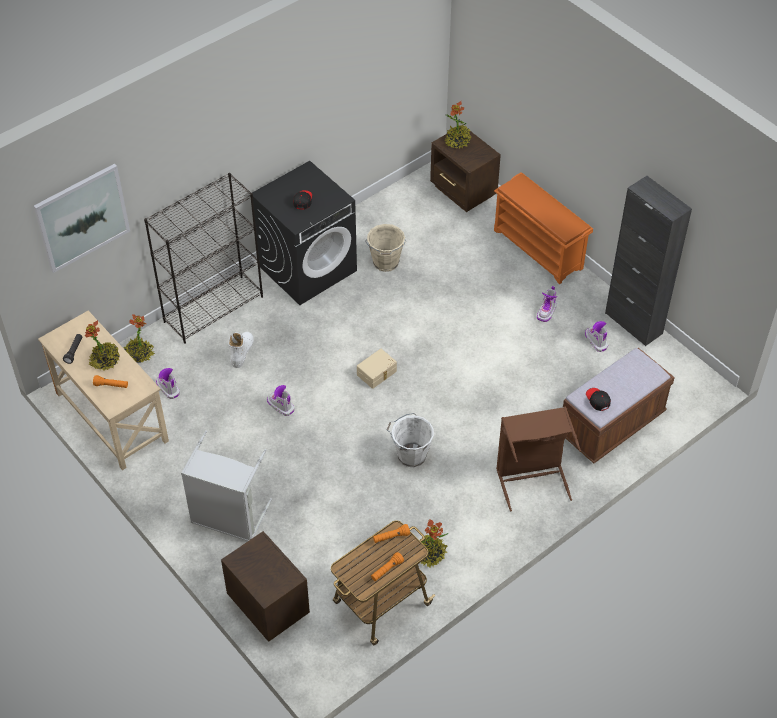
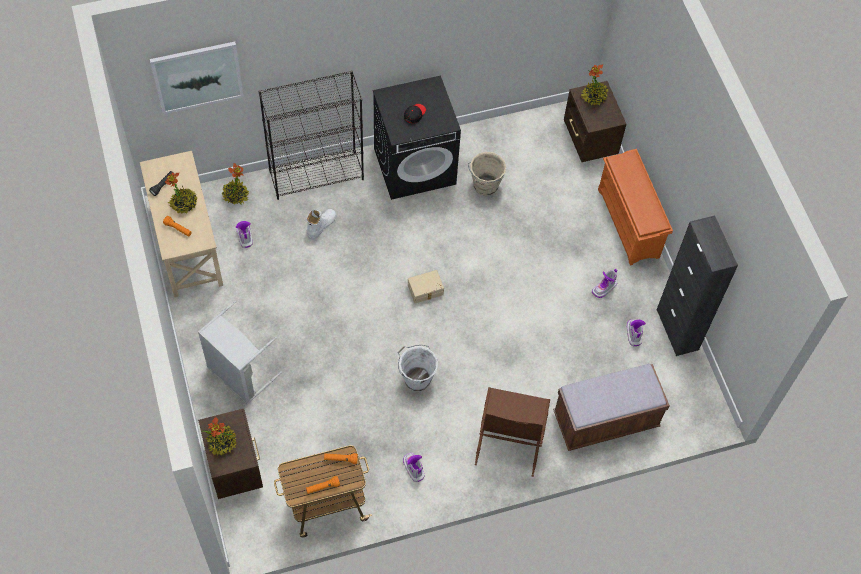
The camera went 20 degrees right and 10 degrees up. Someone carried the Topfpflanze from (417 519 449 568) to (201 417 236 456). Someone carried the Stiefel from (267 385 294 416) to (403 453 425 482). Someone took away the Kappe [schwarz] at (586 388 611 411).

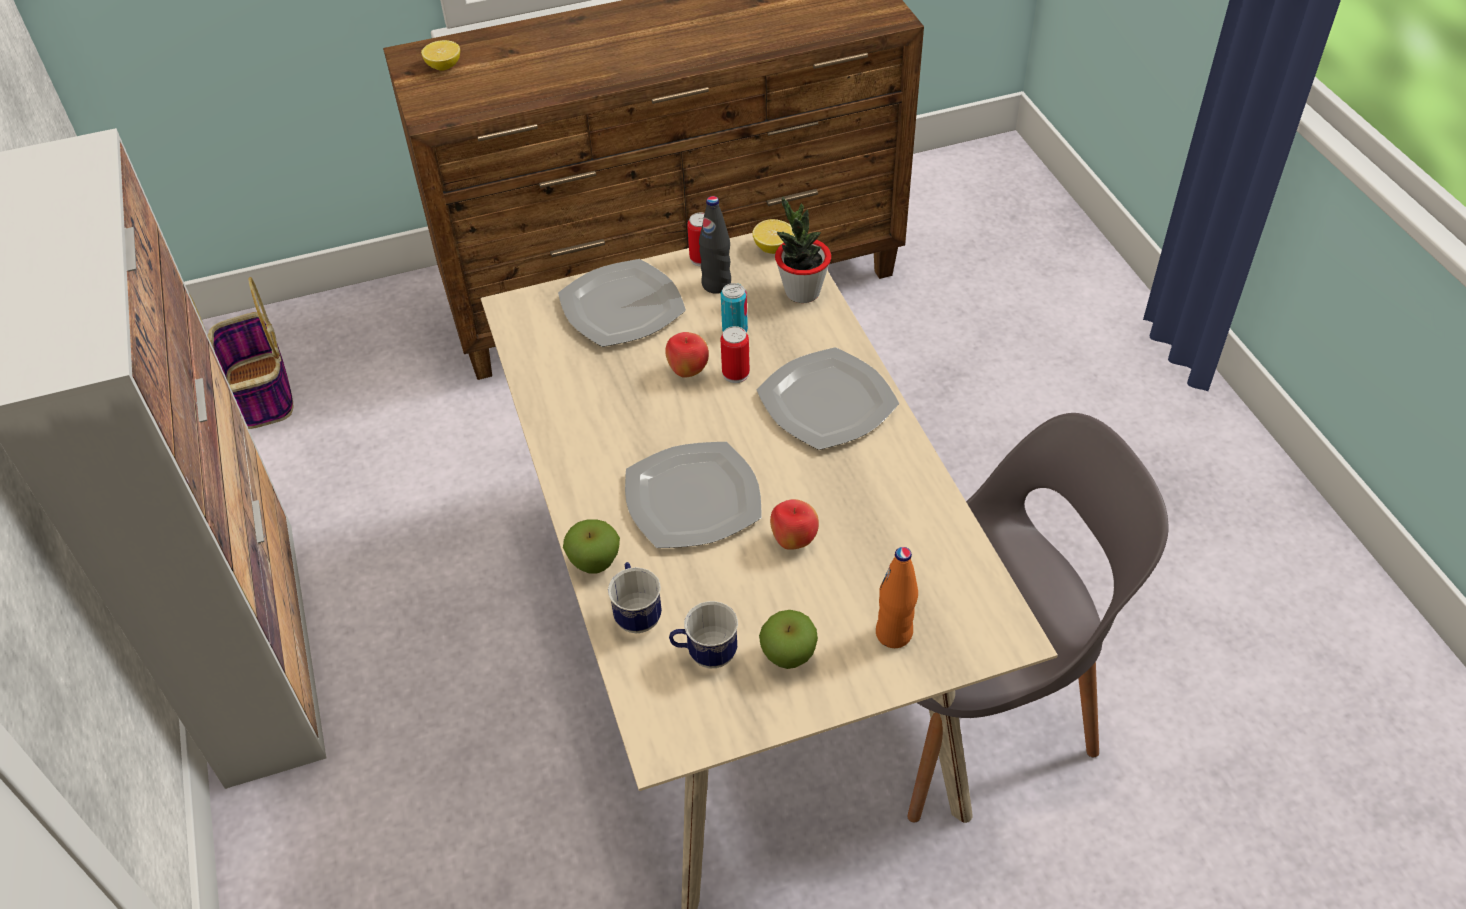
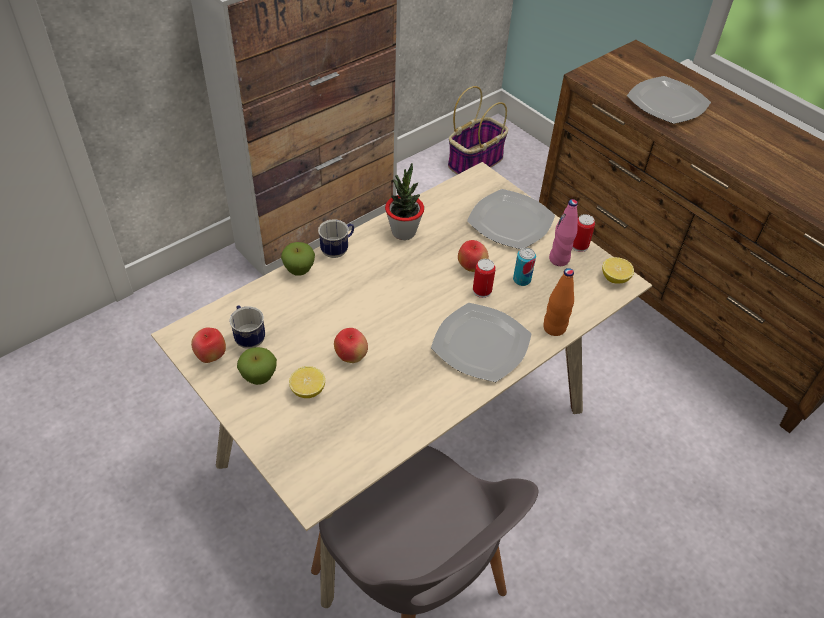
The camera went 65 degrees right and 0 degrees up. Someone put down the Apfel at (191 327 226 363). Someone carried the Zitrone from (421 40 460 71) to (289 366 325 398). Someone carried the Henkelbecher from (608 562 662 633) to (318 219 354 258). Someone carried the Topfpflanze from (775 197 831 303) to (385 163 424 240). Someone carried the Flasche [orange] from (876 547 918 648) to (543 268 574 336). Someone repainted the Flasche [schwarz] at (699 196 731 294), which became the Flasche [rosa] at (549 199 578 266). Someone carried the Teller from (625 442 762 548) to (627 76 711 124).

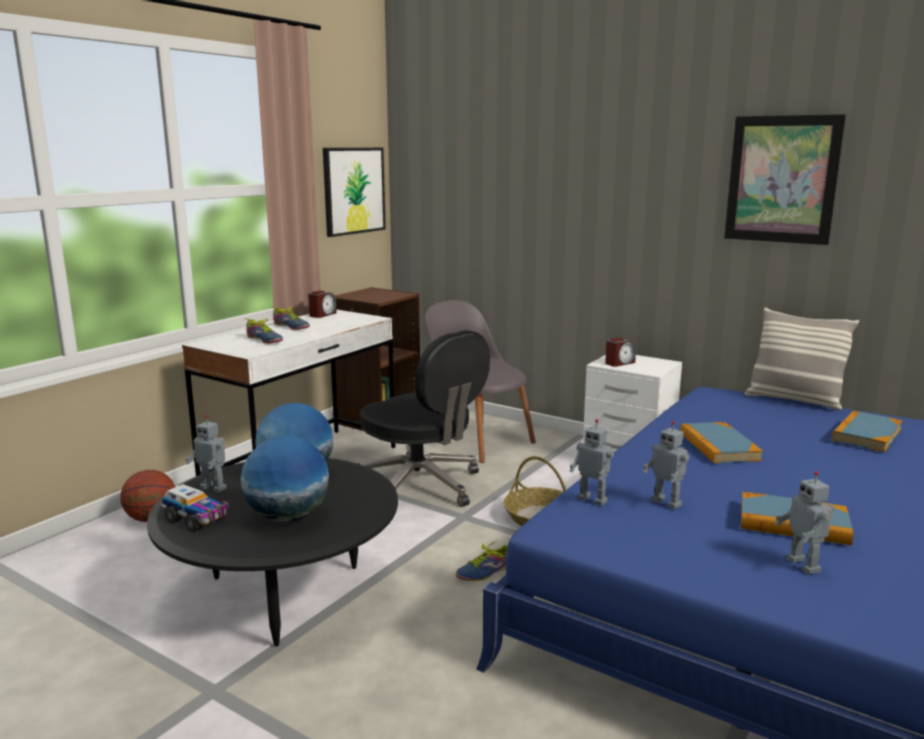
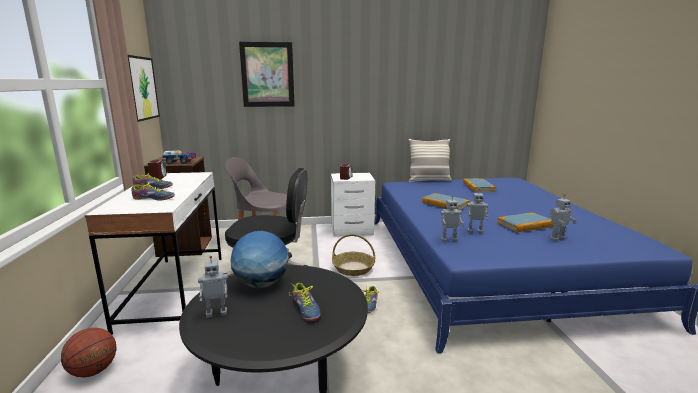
The camera went 40 degrees left and 0 degrees up. Someone carried the Spielzeuglaster from (161 484 229 532) to (162 150 196 164). Someone carried the Bild from (724 114 846 245) to (239 42 295 107). Someone swapped the Globus at (241 435 329 522) for the Schuh at (289 283 320 321). Someone rotated the Spielzeugroboter at (775 471 834 575) by 60 degrees counterclockwise.

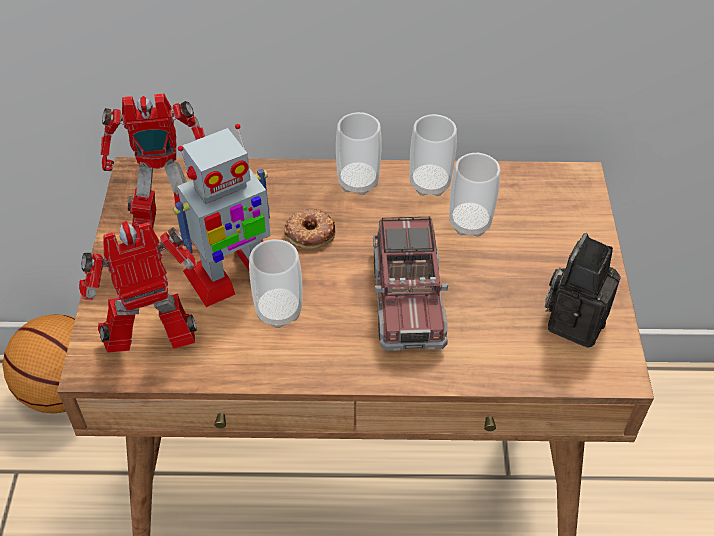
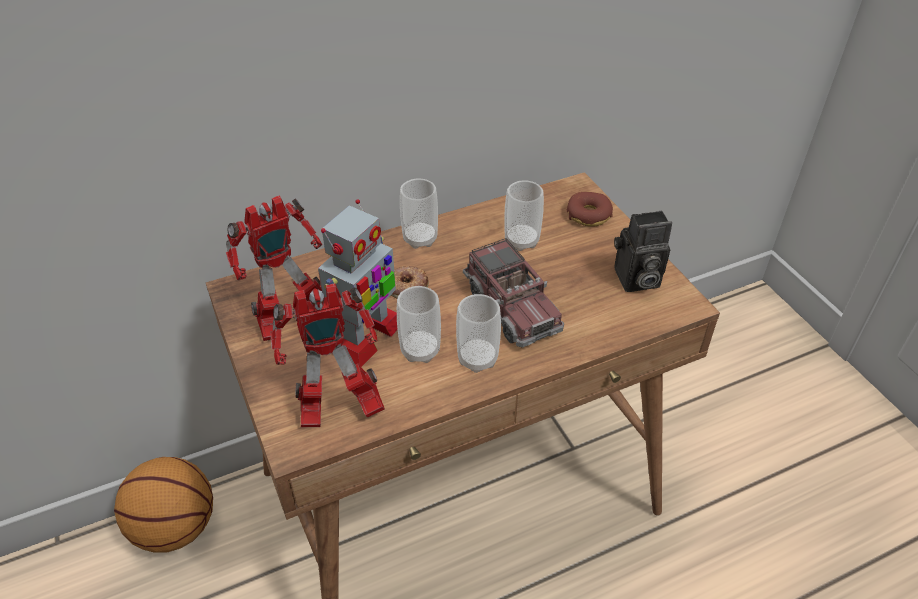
The camera went 25 degrees left and 5 degrees down. Someone rotated the Spielzeugroboter at (79 221 197 353) by 150 degrees counterclockwise. Someone carried the Tasse from (410 114 457 196) to (456 294 501 373). Someone put down the Donut at (566 192 613 227). Someone rotated the Kamera at (545 233 621 348) by 105 degrees counterclockwise.

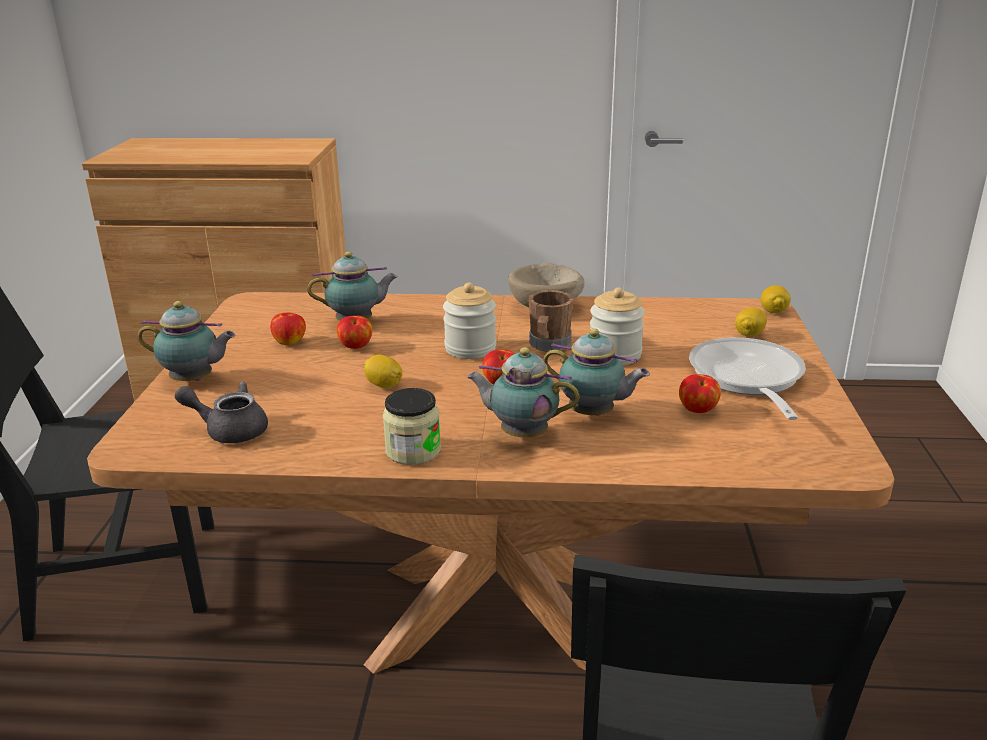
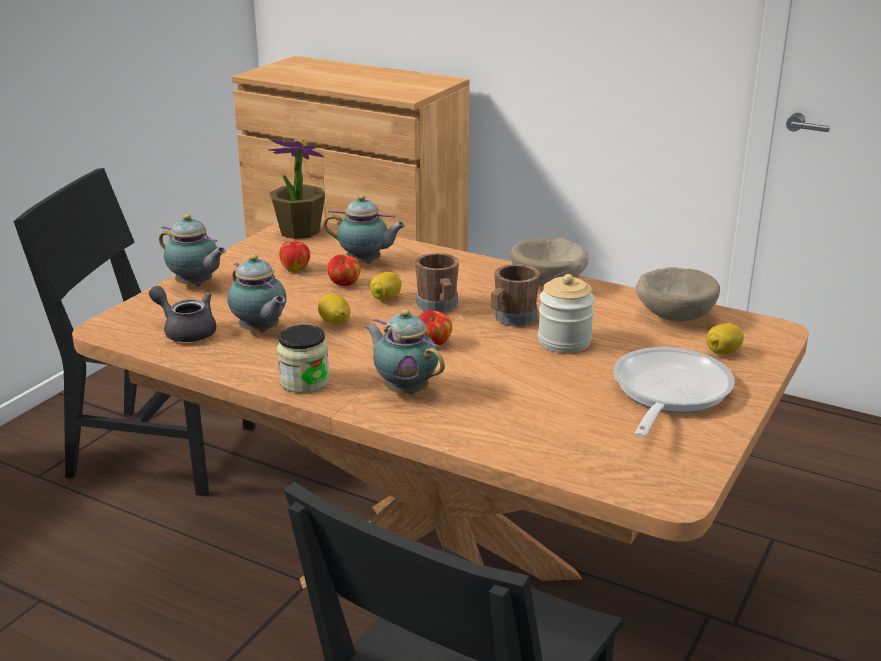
The camera went 25 degrees right and 0 degrees up. Someone carried the Teekanne from (543 329 650 416) to (227 255 286 333). Someone put down the Topfpflanze at (268 139 325 239). Someone carried the Zitrone from (761 285 791 314) to (370 272 402 301). Someone swapped the Vorratsglas at (443 283 496 359) for the Henkelbecher [braun] at (415 253 459 313). Someone put down the Schüssel [beige] at (636 267 720 322). Someone took away the Apfel at (679 374 721 413).

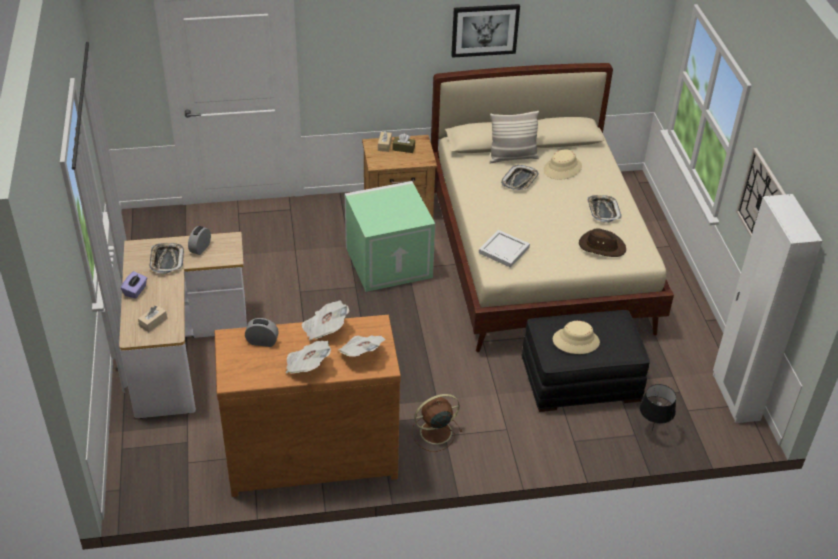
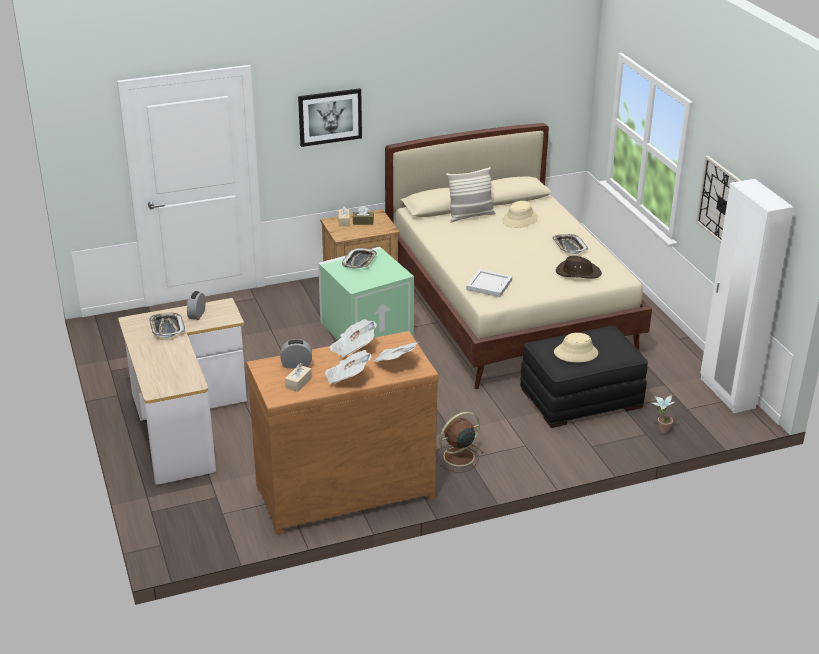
The camera went 10 degrees left and 10 degrees down. Someone carried the Taschentuchbox [beige] from (138 305 167 332) to (285 363 312 392). Someone carried the Bild from (451 4 520 58) to (298 88 362 147). Someone carried the Tablett from (501 165 539 190) to (342 248 377 269). Someone swapped the Tischlampe [schwarz] at (639 384 676 431) for the Topfpflanze at (652 395 675 433). Someone took away the Taschentuchbox [lila] at (121 271 147 299).

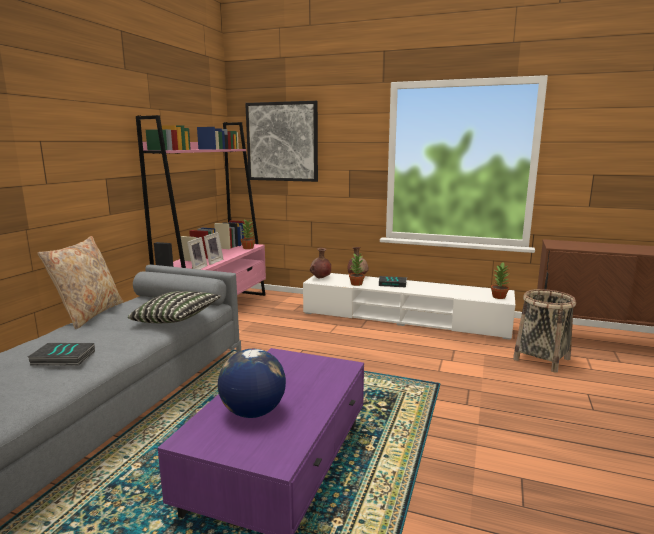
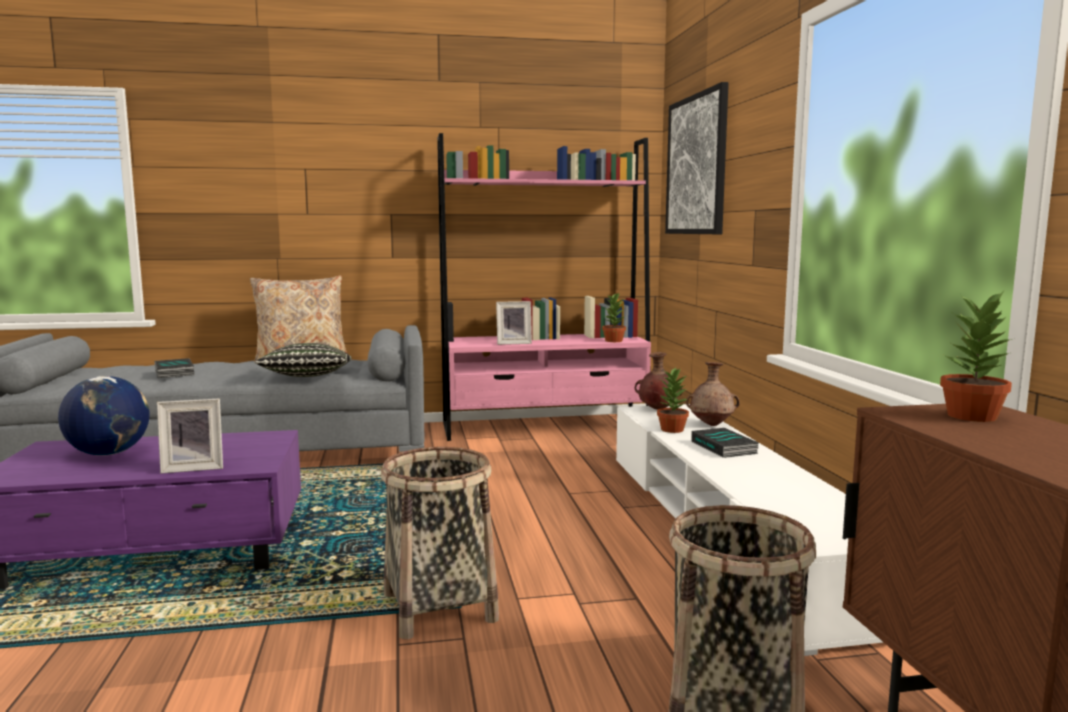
The camera went 60 degrees right and 5 degrees down. Someone carried the Bilderrahmen from (187 237 208 270) to (157 398 223 474). Someone put down the Korb at (381 447 499 639). Someone carried the Topfpflanze from (491 263 509 299) to (940 291 1012 422).

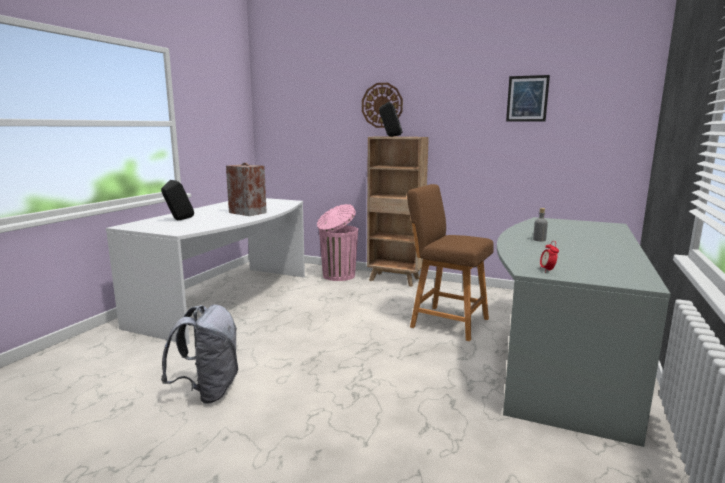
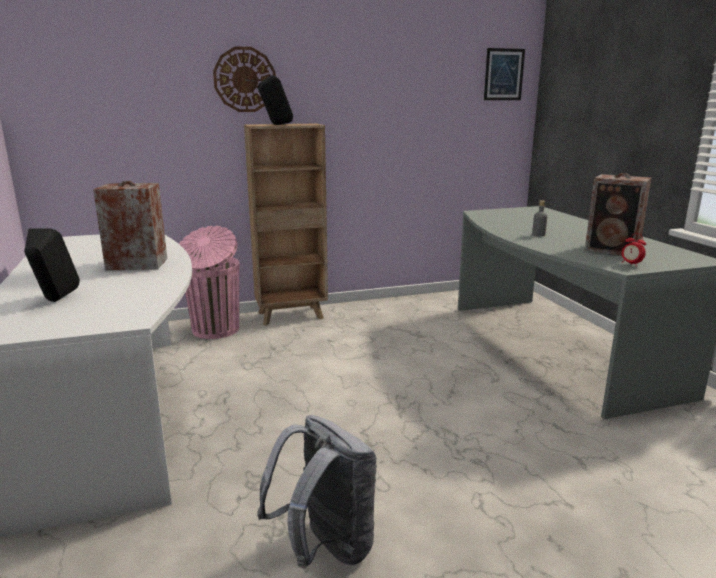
The camera went 40 degrees left and 5 degrees up. Someone carried the Bild from (506 75 550 122) to (484 48 525 100). Someone put down the Lautsprecher at (585 173 651 255). Someone took away the Hocker [braun] at (407 184 494 341).

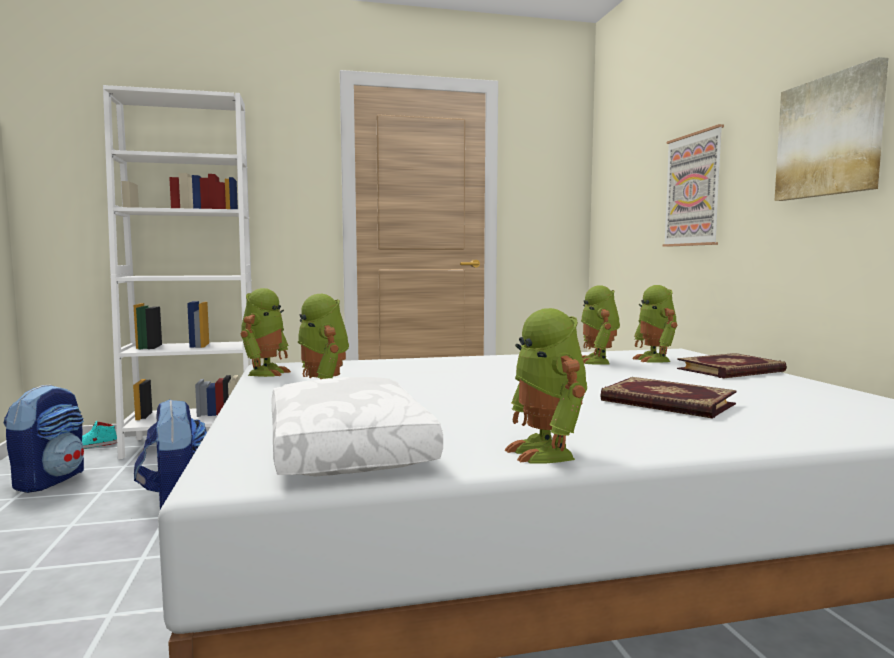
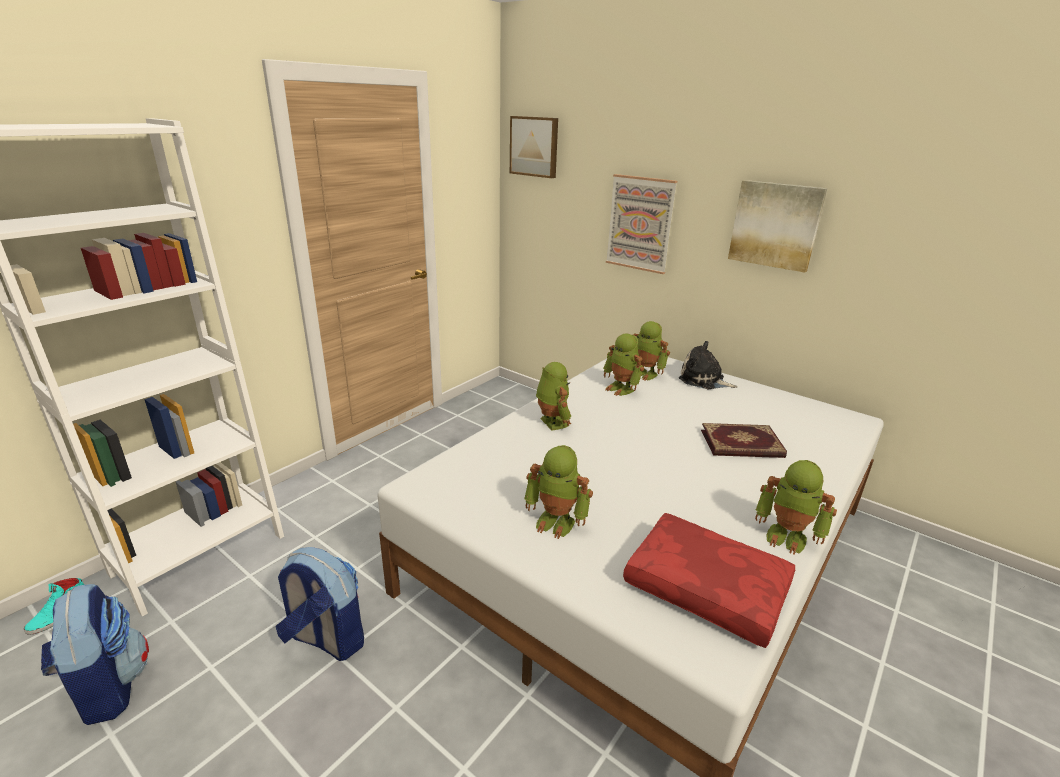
The camera went 40 degrees left and 20 degrees up. Someone put up the Bild at (510 116 558 178). Someone carried the Spielzeugroboter from (241 288 291 377) to (536 362 571 431). Someone repainted the Kissen [weiß] at (272 377 443 476), which became the Kissen [rot] at (623 513 795 648). Someone swapped the Buch at (677 353 787 379) for the Plüschtier at (679 341 738 389).

